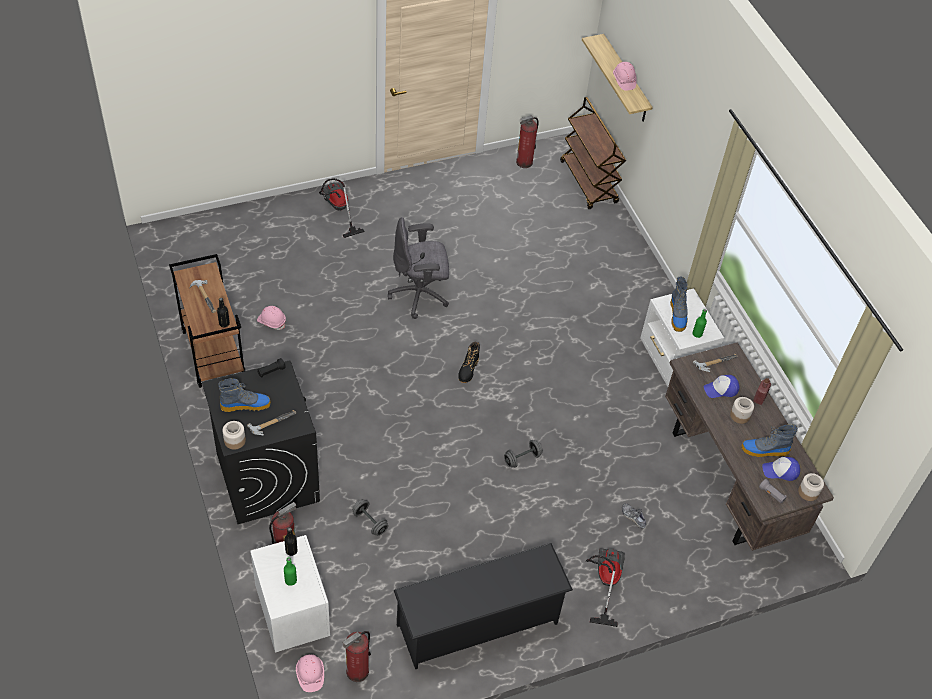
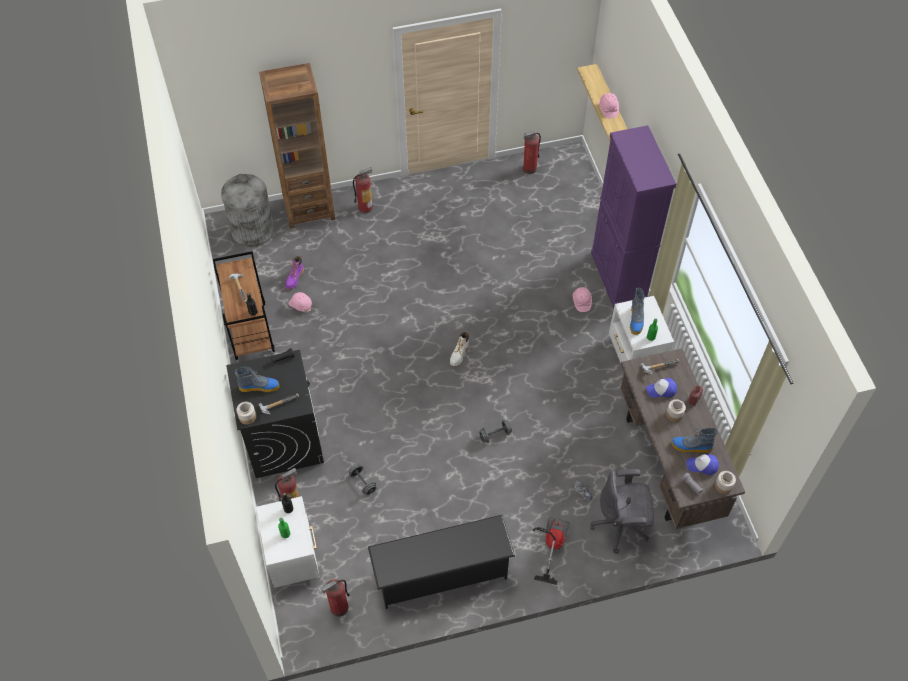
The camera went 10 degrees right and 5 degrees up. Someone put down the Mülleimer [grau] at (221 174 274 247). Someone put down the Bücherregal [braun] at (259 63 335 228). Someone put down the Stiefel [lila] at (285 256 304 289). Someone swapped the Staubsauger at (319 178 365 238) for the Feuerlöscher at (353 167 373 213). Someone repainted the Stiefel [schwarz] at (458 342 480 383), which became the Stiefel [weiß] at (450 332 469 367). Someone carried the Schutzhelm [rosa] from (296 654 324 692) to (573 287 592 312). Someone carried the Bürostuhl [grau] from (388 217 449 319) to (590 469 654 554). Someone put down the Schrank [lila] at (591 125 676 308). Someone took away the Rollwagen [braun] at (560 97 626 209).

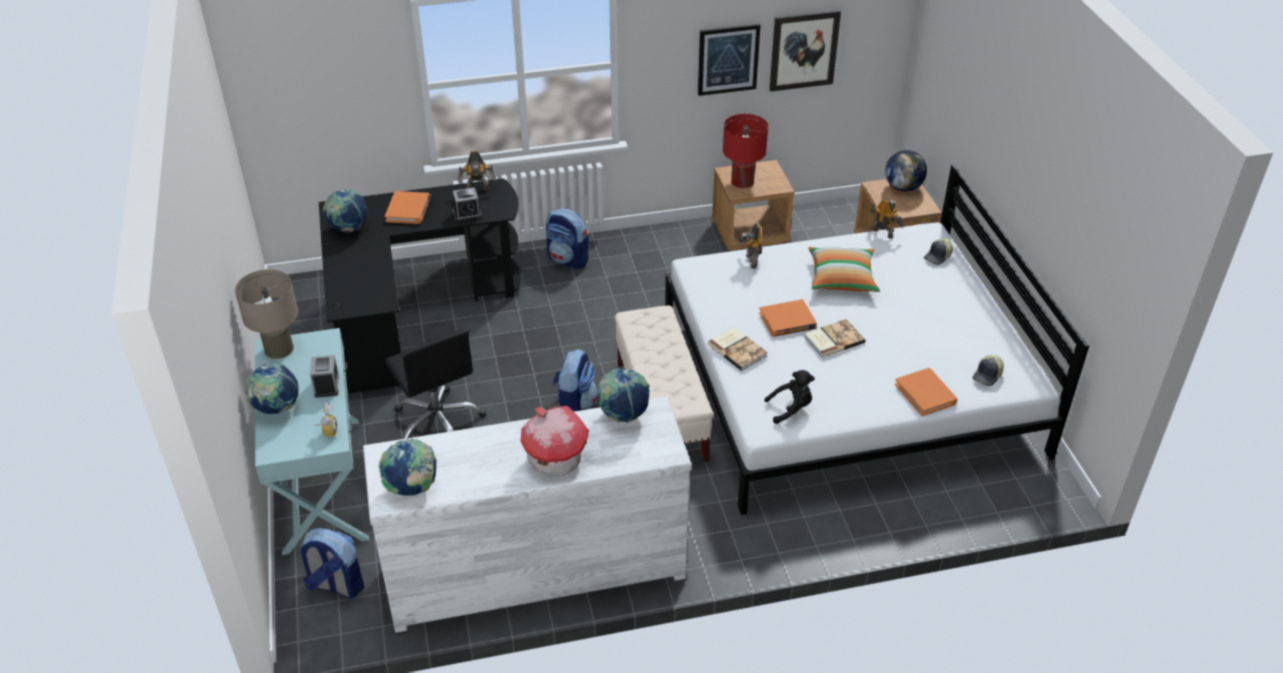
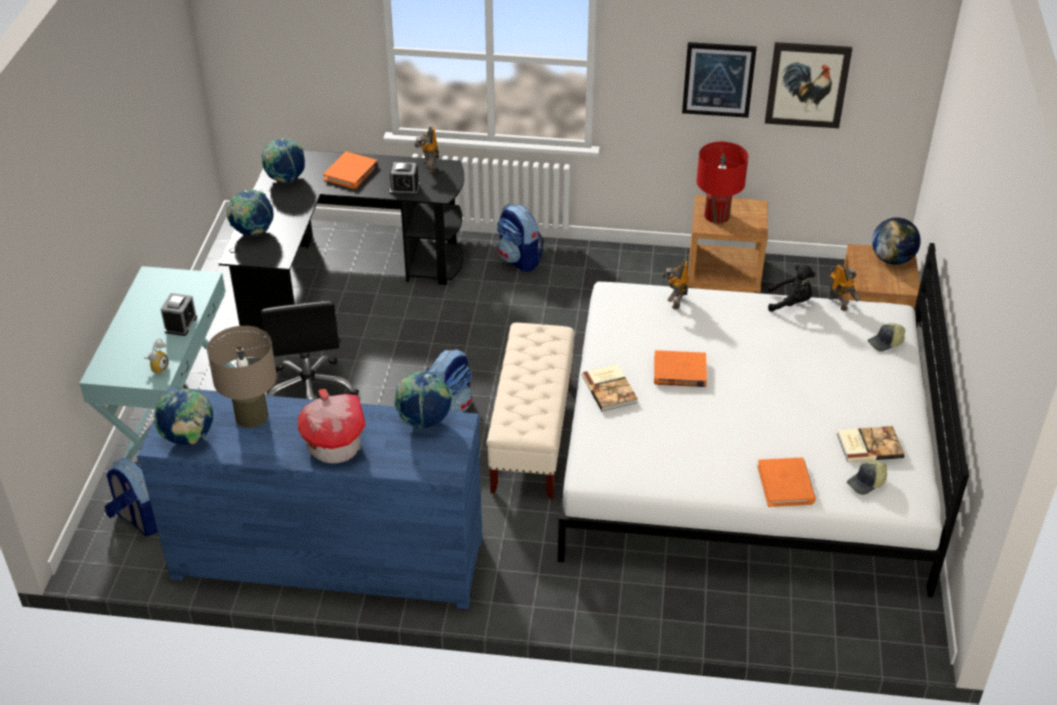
The camera went 20 degrees right and 0 degrees up. Someone repainted the Kommode [weiß] at (363 397 691 633), which became the Kommode [blau] at (137 387 482 609). Someone carried the Tischlampe [beige] from (235 269 298 359) to (207 326 277 428). Someone carried the Globus from (245 363 299 414) to (227 189 274 236). Someone rotated the Spielzeugroboter at (458 151 496 191) by 60 degrees clockwise. Someone carried the Plüschtier [schwarz] from (764 370 815 424) to (768 265 815 312). Someone carried the Buch from (804 319 865 358) to (837 426 904 462). Someone took away the Kissen at (809 247 880 292).

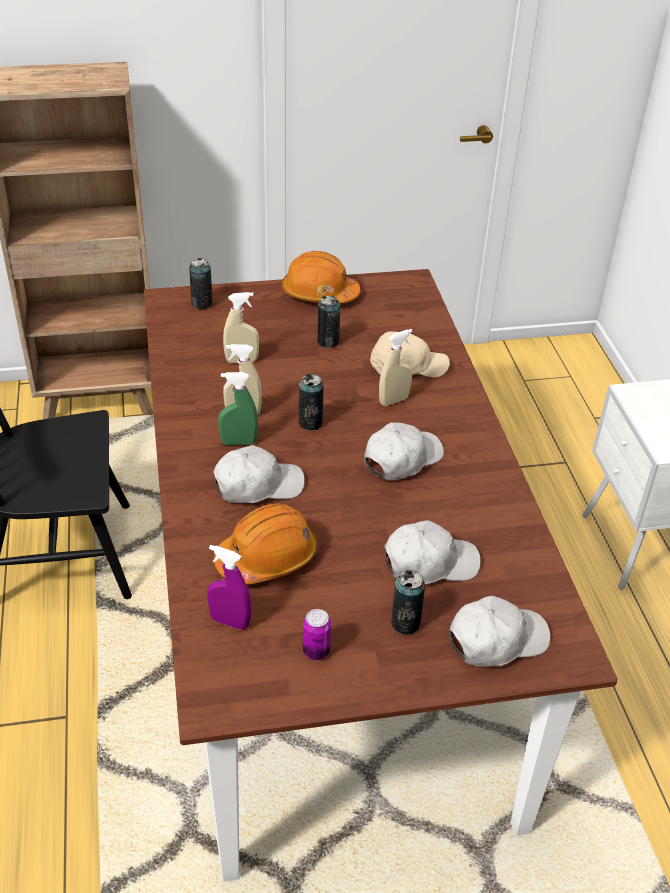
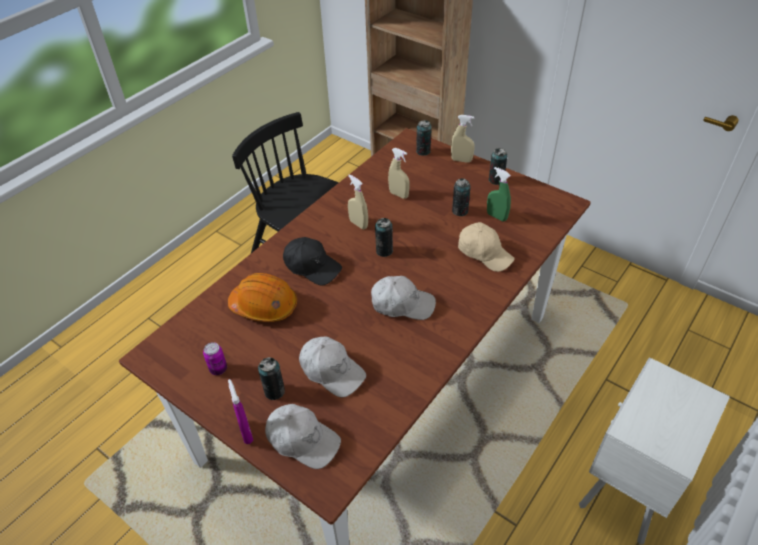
The camera went 50 degrees right and 5 degrees up. Someone carried the Sprühflasche [lila] from (207 545 251 630) to (228 379 253 444). Someone repainted the Kappe [weiß] at (213 445 305 503), which became the Kappe [schwarz] at (283 237 342 285). Someone carried the Sprühflasche [beige] from (379 329 413 406) to (451 115 475 163). Someone carried the Sprühflasche [grün] from (218 372 258 445) to (487 167 511 221). Someone swapped the Schutzhelm [orange] at (282 251 361 303) for the Dose at (489 148 507 185).

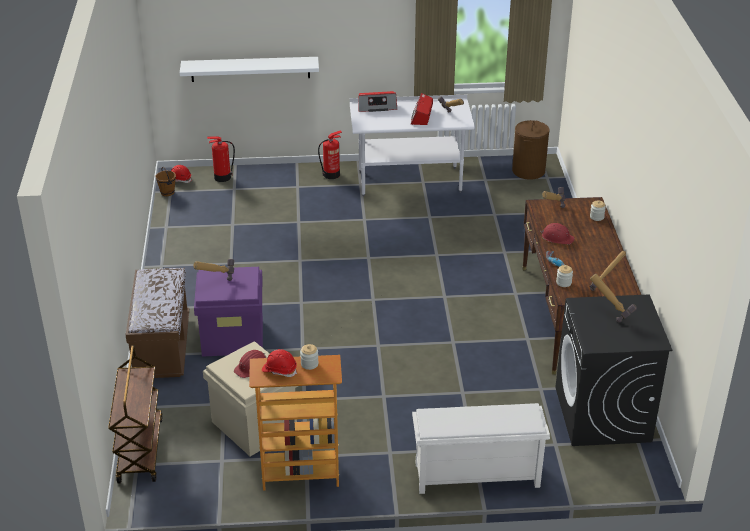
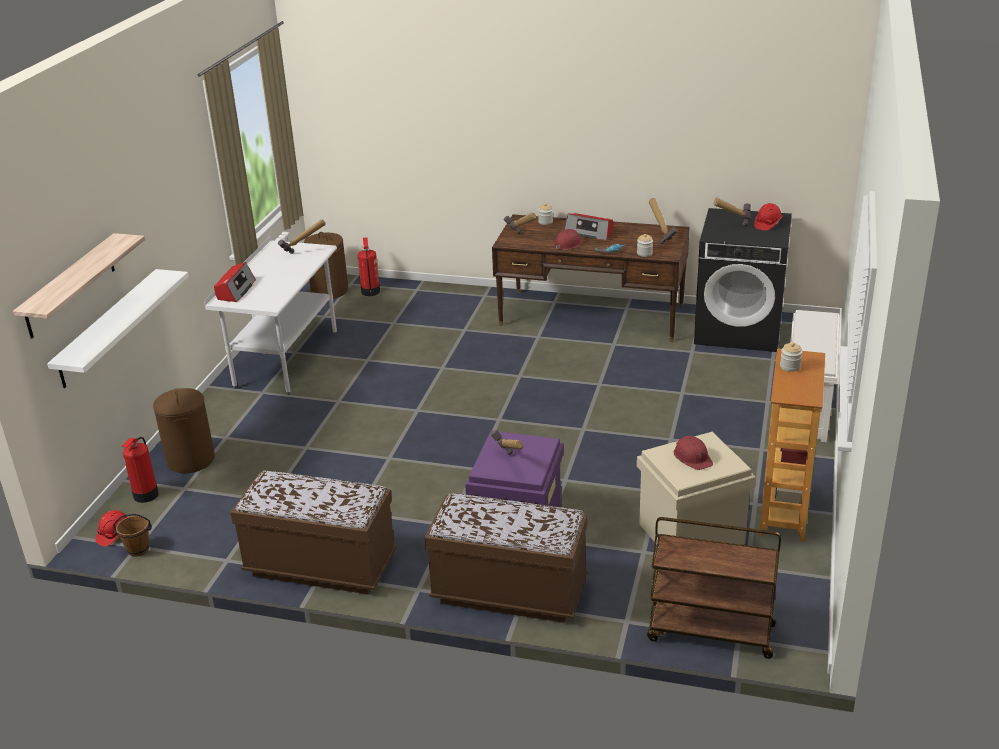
The camera went 70 degrees left and 5 degrees down. Someone put up the Wandregal at (13 233 145 339). Someone put down the Wäschekorb [braun] at (153 388 215 473). Someone put down the Bank [braun] at (230 471 397 594). Someone carried the Feuerlöscher from (318 130 342 179) to (358 237 380 296). Someone carried the Radio from (411 93 433 125) to (565 213 613 241). Someone carried the Schutzhelm [rot] from (262 349 297 377) to (754 203 782 231).

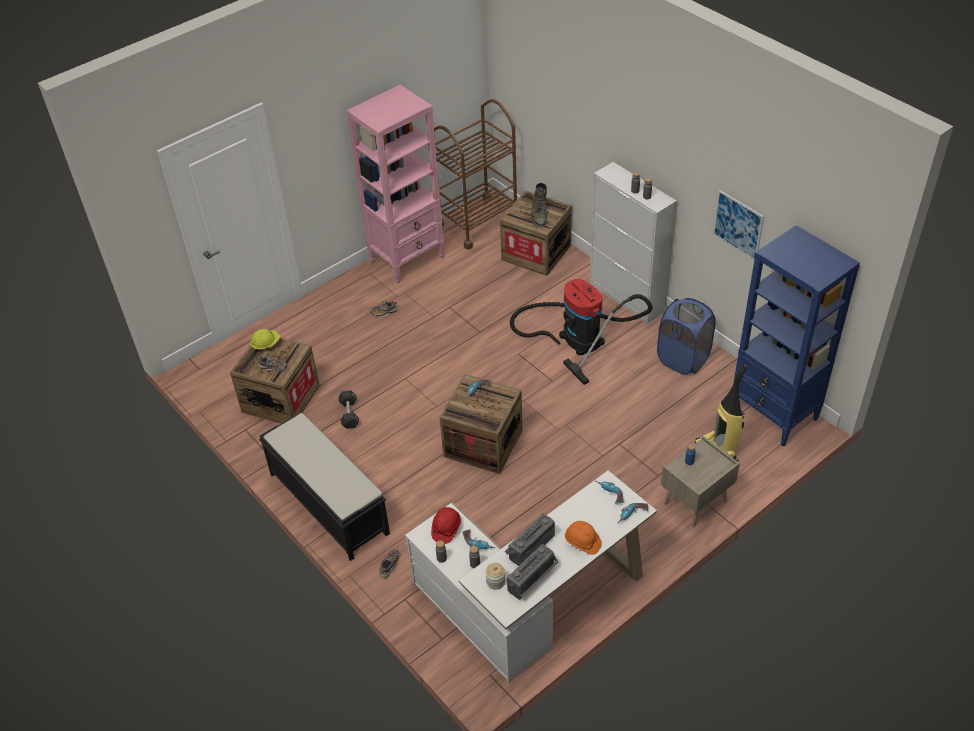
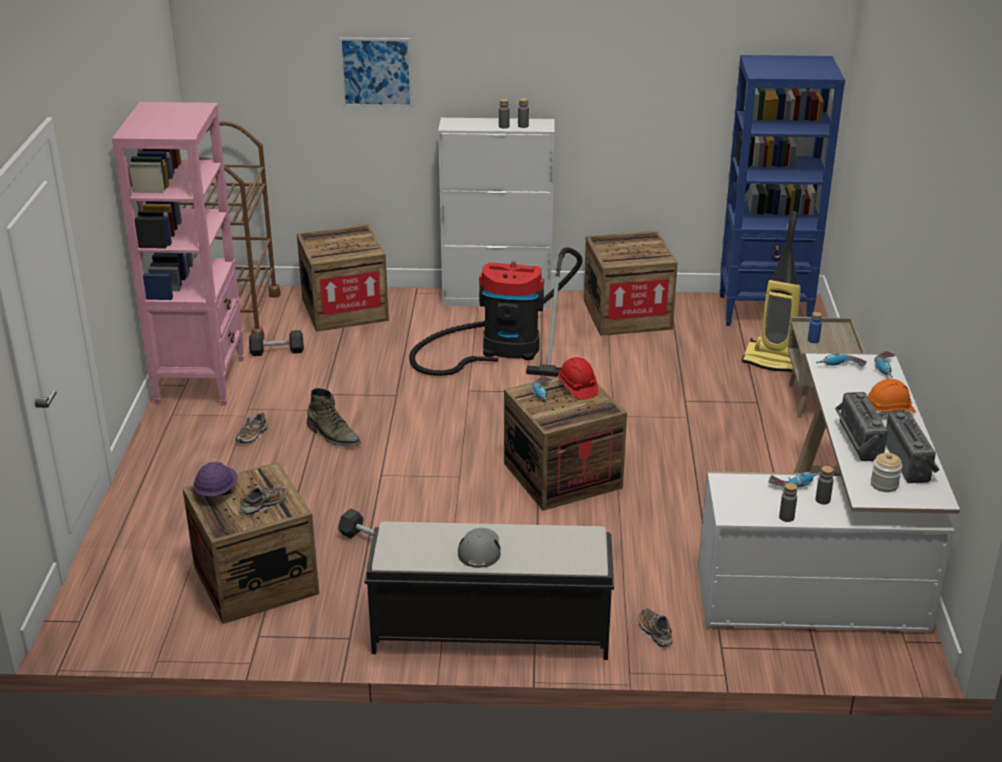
The camera went 50 degrees left and 15 degrees down. Someone repainted the Schutzhelm [gelb] at (250 329 280 350), which became the Schutzhelm [lila] at (193 462 237 496). Someone put down the Hantel [schwarz] at (249 330 304 356). Someone carried the Stiefel [grün] from (531 183 547 227) to (307 388 361 446). Someone carried the Bild from (713 190 764 260) to (339 38 413 107). Someone put down the Kappe [grau] at (458 528 501 568). Someone carried the Schutzhelm [rot] from (431 507 461 544) to (558 357 598 400). Someone swapped the Wäschekorb [blau] at (657 298 716 375) for the Kiste at (584 231 678 336).

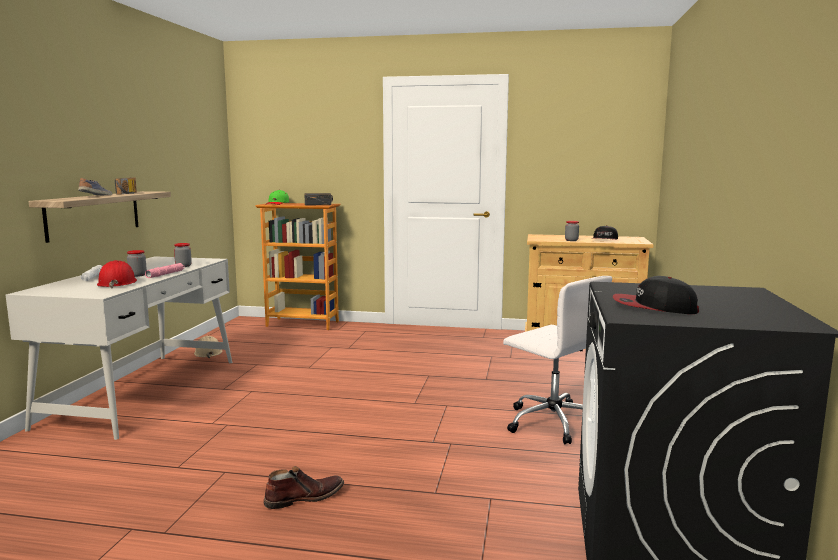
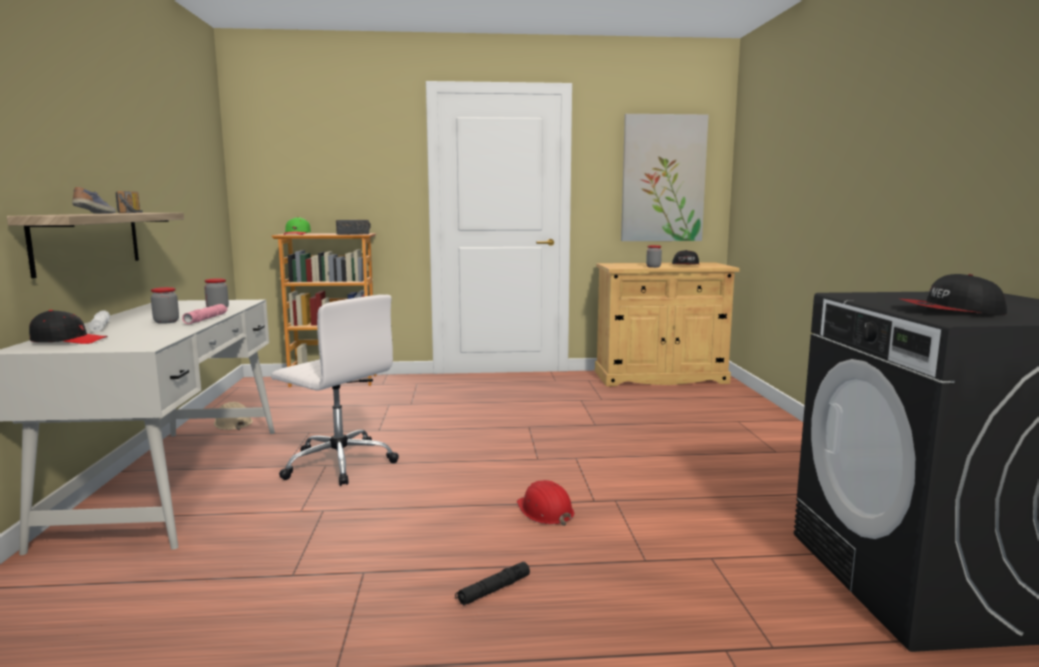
The camera went 15 degrees left and 0 degrees up. Someone put down the Kappe [schwarz] at (29 310 108 344). Someone carried the Bürostuhl [weiß] from (503 276 612 444) to (271 294 399 486). Someone swapped the Stiefel [braun] at (264 466 344 509) for the Taschenlampe [schwarz] at (455 562 530 606). Someone carried the Schutzhelm [rot] from (97 260 137 288) to (517 480 574 526). Someone put up the Bild at (621 114 709 241).

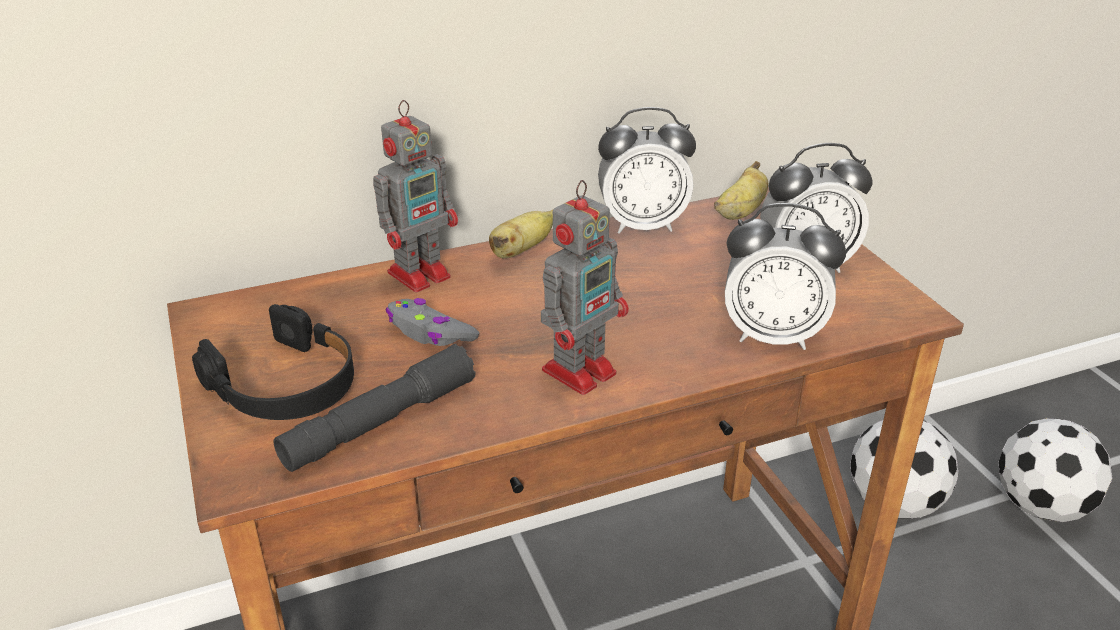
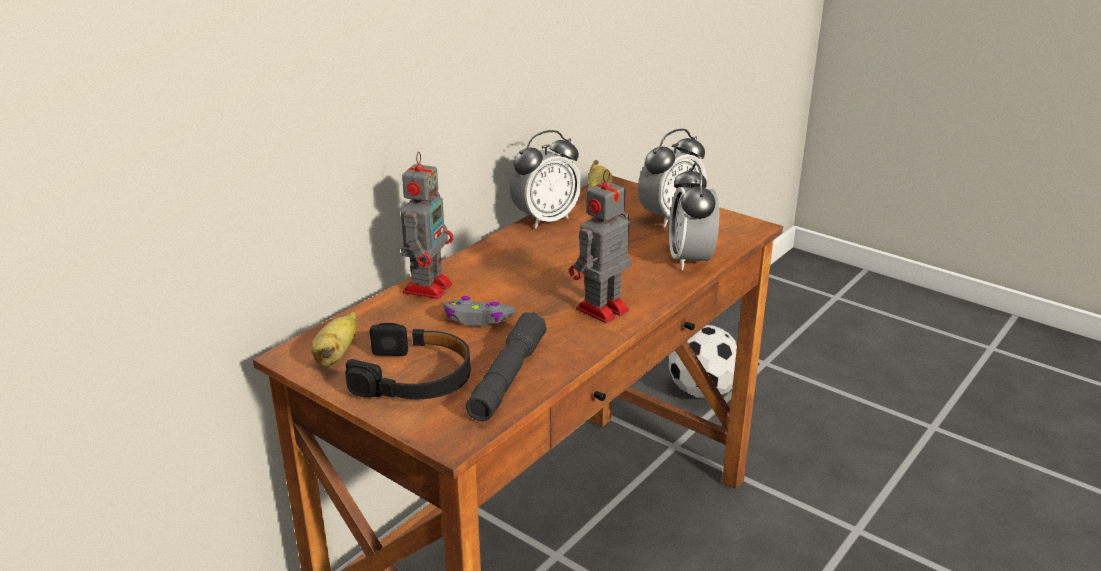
The camera went 30 degrees left and 5 degrees down. Someone carried the Banane from (489 210 553 258) to (311 312 357 367). Someone rotated the Spielzeugroboter at (541 180 629 395) by 150 degrees counterclockwise. Someone rotated the Wecker at (725 203 846 350) by 105 degrees clockwise. Someone took away the Fußball at (999 418 1112 522).

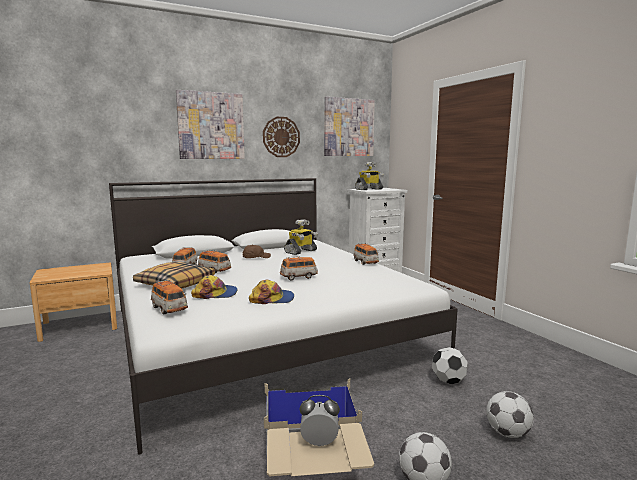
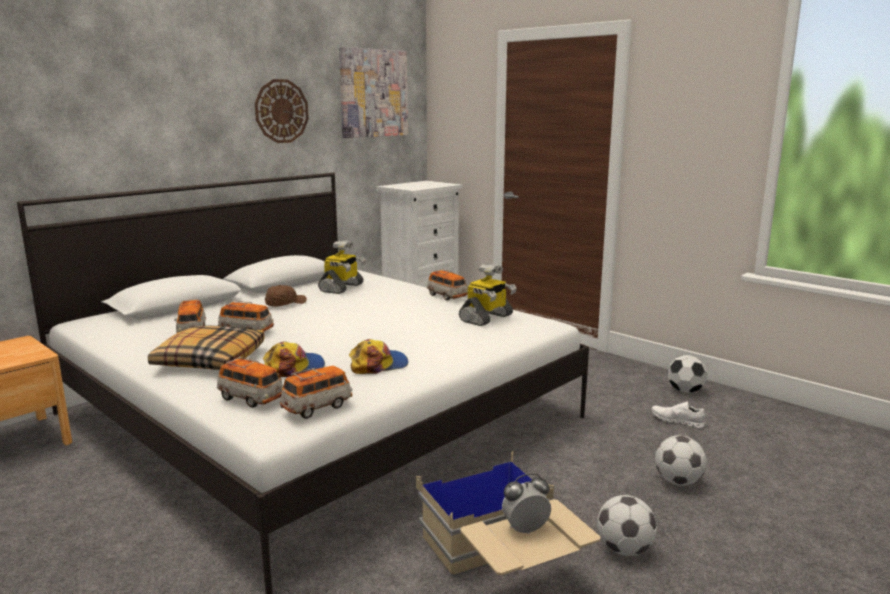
The camera went 20 degrees left and 5 degrees up. Someone carried the Spielzeugauto from (280 256 318 281) to (280 366 352 419). Someone carried the Spielzeugroboter from (355 162 384 190) to (459 263 517 326). Someone put down the Schuh [weiß] at (651 401 705 428). Someone carried the Fußball from (432 347 468 384) to (667 355 707 393). Someone took away the Bild at (176 90 245 159).

